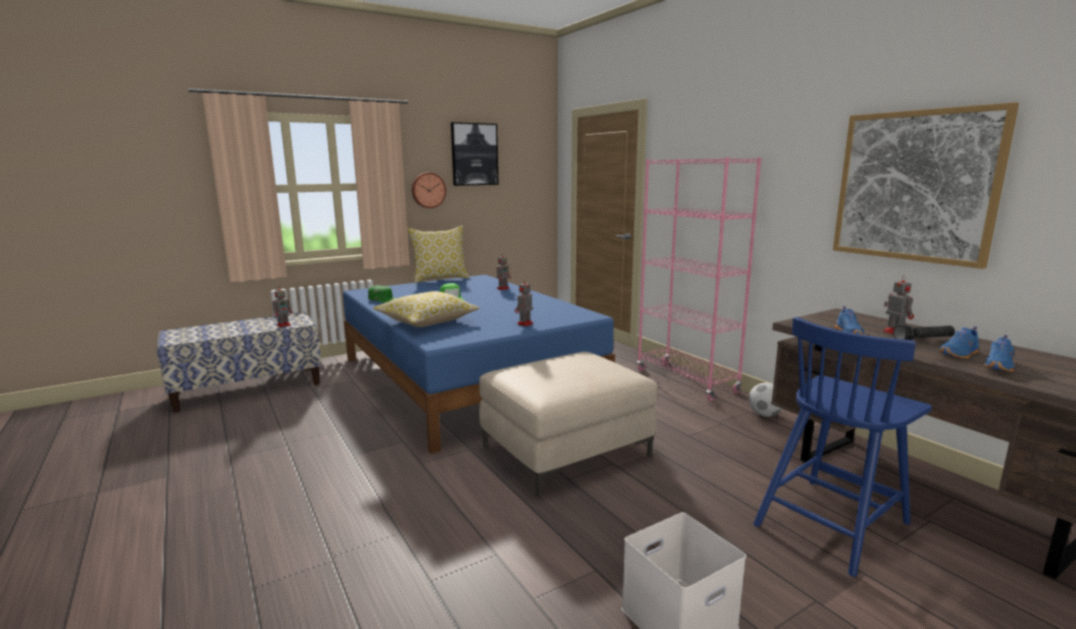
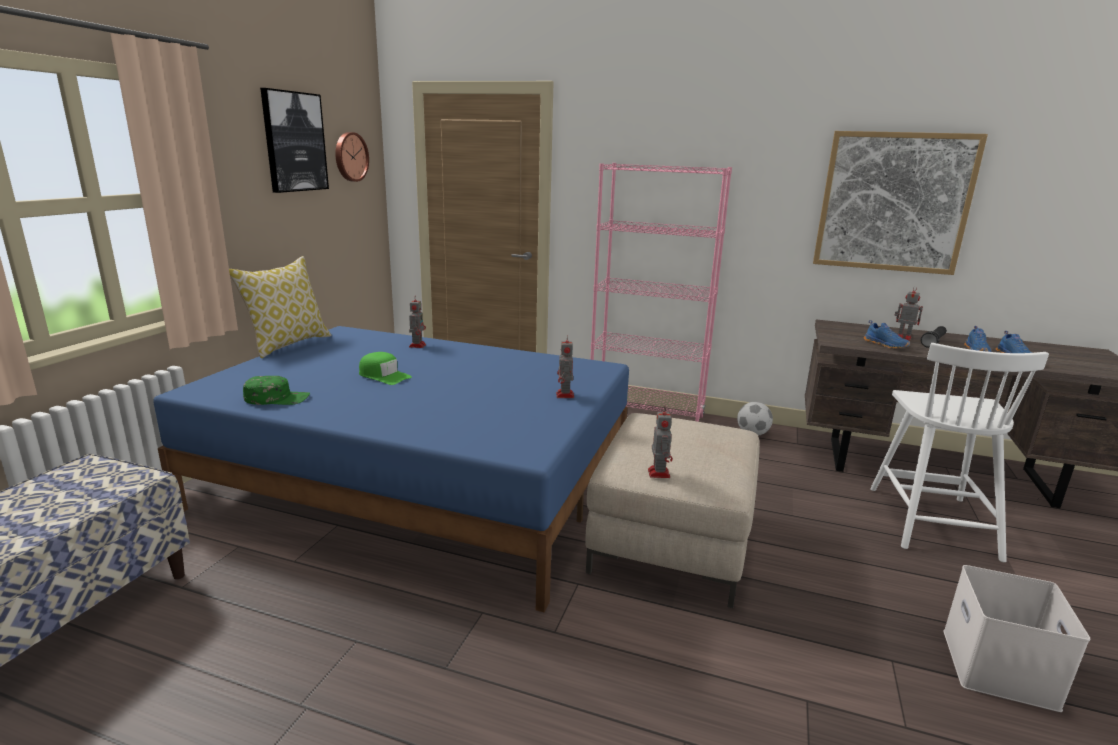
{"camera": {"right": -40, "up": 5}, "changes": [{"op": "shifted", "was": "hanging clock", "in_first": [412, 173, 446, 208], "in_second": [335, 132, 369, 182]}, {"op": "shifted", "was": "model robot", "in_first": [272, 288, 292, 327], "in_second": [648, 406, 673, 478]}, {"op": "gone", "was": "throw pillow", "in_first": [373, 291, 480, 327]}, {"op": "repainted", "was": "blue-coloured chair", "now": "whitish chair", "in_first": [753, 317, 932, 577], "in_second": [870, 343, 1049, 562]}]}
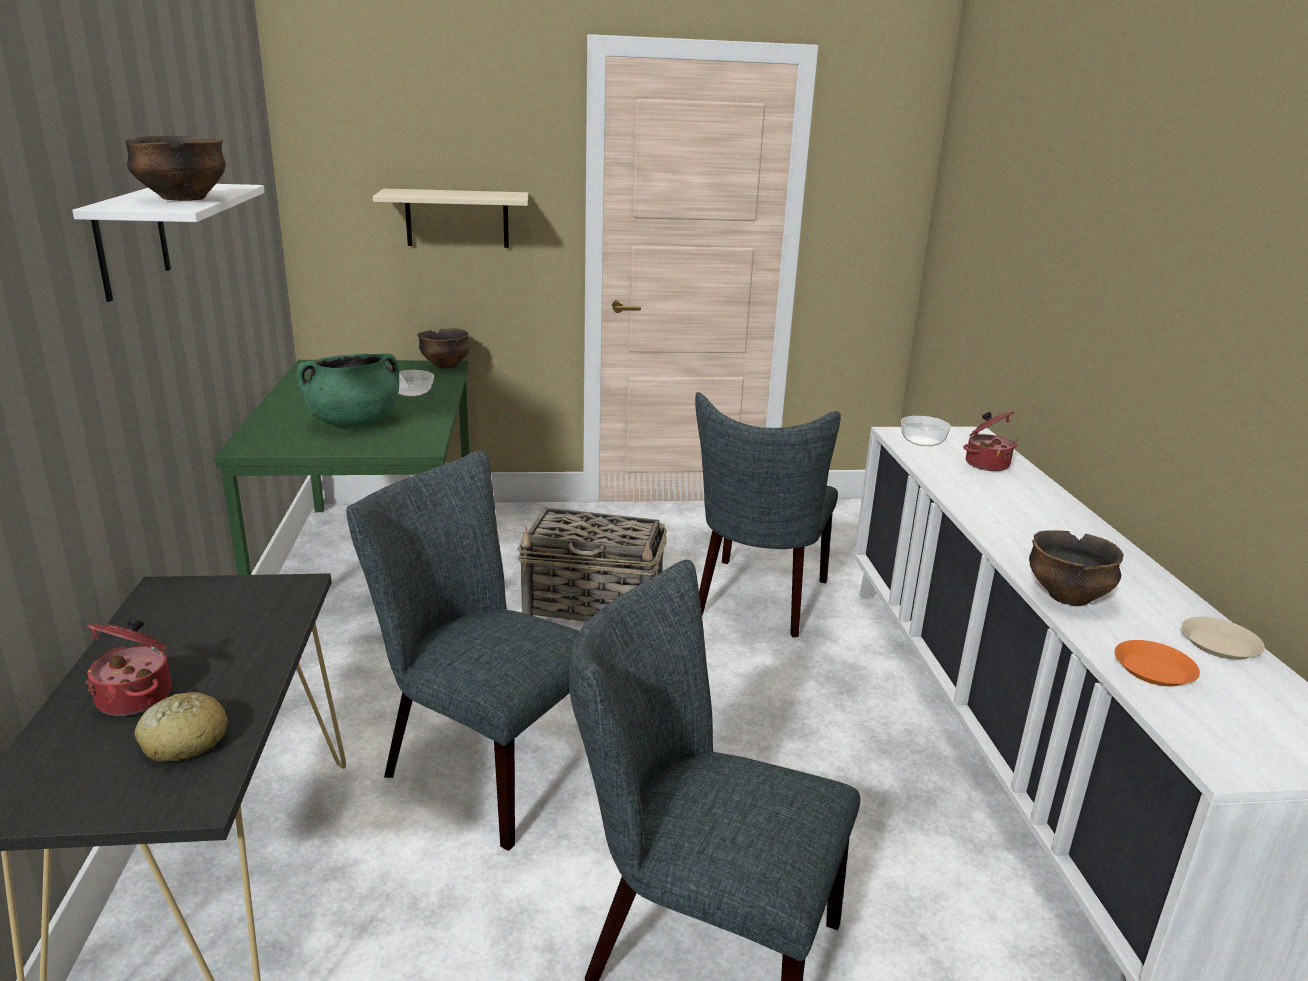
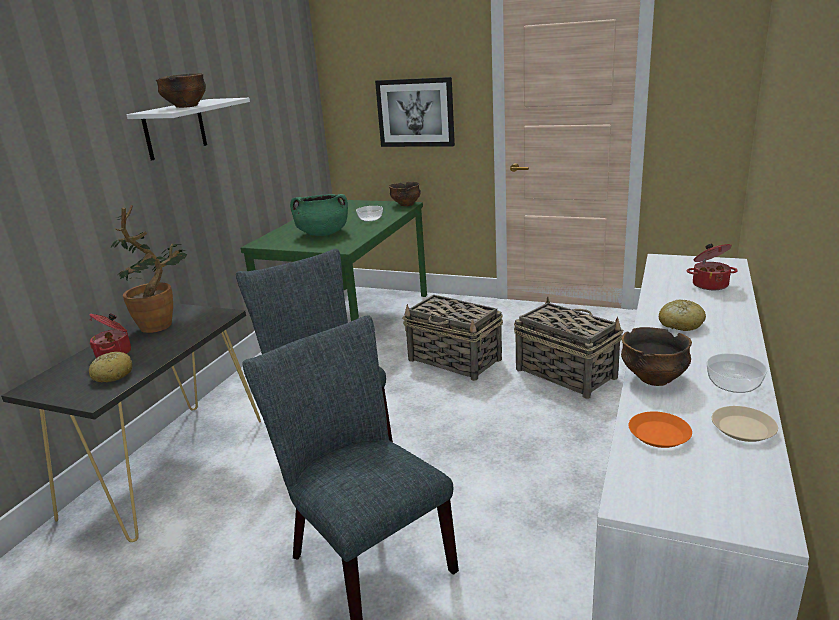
{"camera": {"right": 30, "up": 0}, "changes": [{"op": "swapped", "was": "sand-coloured shelf", "now": "wall art", "in_first": [373, 189, 528, 248], "in_second": [375, 77, 455, 147]}, {"op": "swapped", "was": "grey chair", "now": "storage basket", "in_first": [695, 392, 841, 637], "in_second": [514, 296, 623, 399]}, {"op": "shifted", "was": "serving bowl", "in_first": [901, 416, 951, 446], "in_second": [707, 353, 767, 393]}, {"op": "new", "now": "plant in a pot", "in_second": [110, 205, 187, 333]}, {"op": "new", "now": "bakery bread", "in_second": [659, 300, 706, 331]}]}
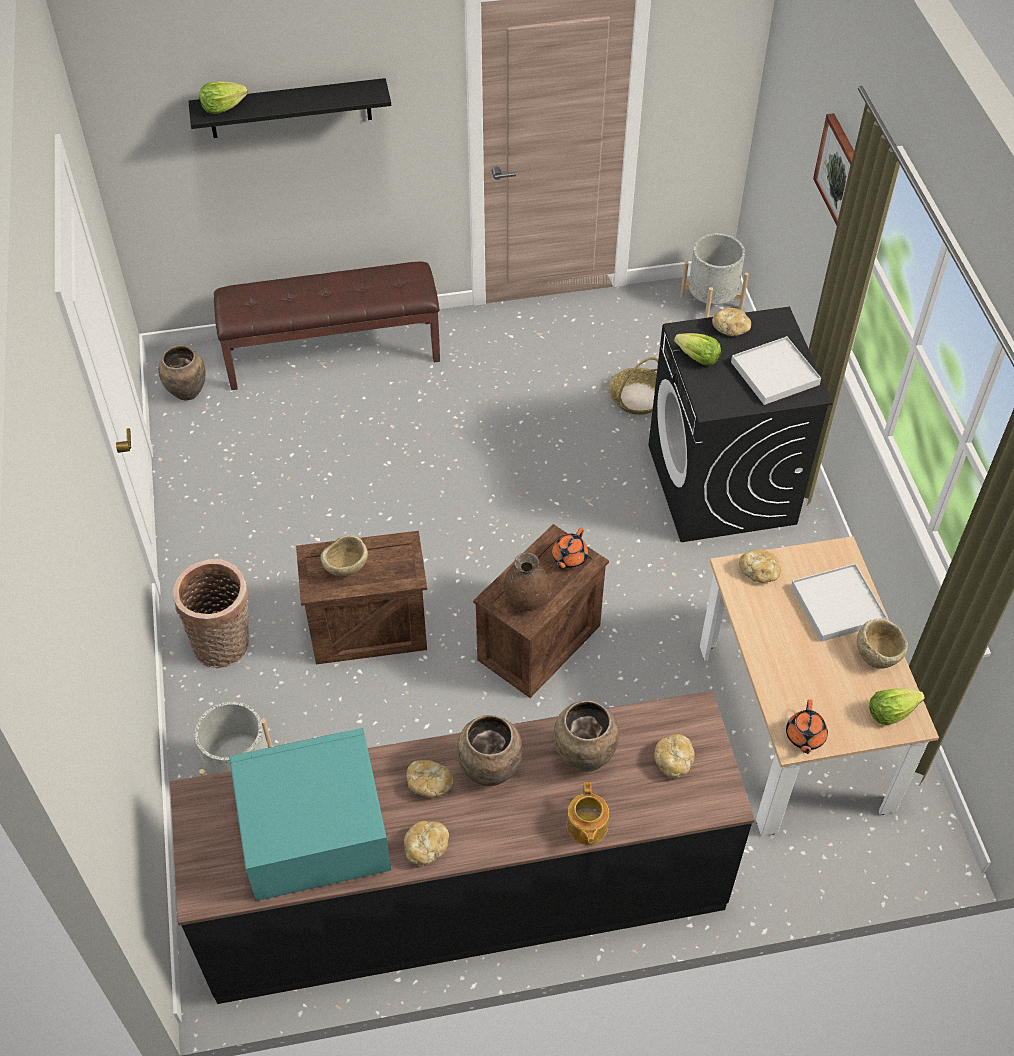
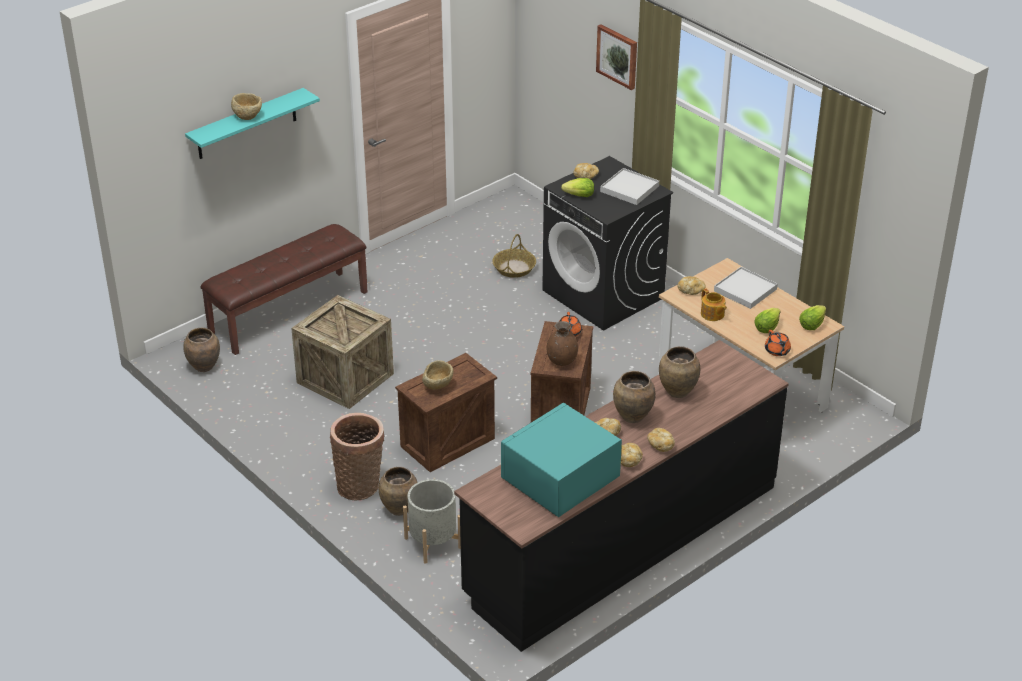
{"camera": {"right": -30, "up": -15}, "changes": [{"op": "repainted", "was": "black-coloured shelf", "now": "turquoise-coloured shelf", "in_first": [188, 78, 391, 138], "in_second": [185, 88, 320, 159]}, {"op": "shifted", "was": "head of lettuce", "in_first": [199, 81, 248, 114], "in_second": [755, 308, 780, 333]}, {"op": "gone", "was": "grey flower pot", "in_first": [680, 233, 749, 318]}, {"op": "shifted", "was": "sand-coloured serving bowl", "in_first": [857, 619, 908, 669], "in_second": [231, 93, 262, 120]}, {"op": "shifted", "was": "bakery bread", "in_first": [654, 734, 695, 778], "in_second": [647, 428, 675, 452]}, {"op": "shifted", "was": "tea pot", "in_first": [567, 782, 609, 845], "in_second": [701, 288, 727, 321]}, {"op": "new", "now": "crate", "in_second": [291, 295, 394, 409]}, {"op": "new", "now": "brown-coloured flower vase", "in_second": [379, 467, 418, 516]}]}
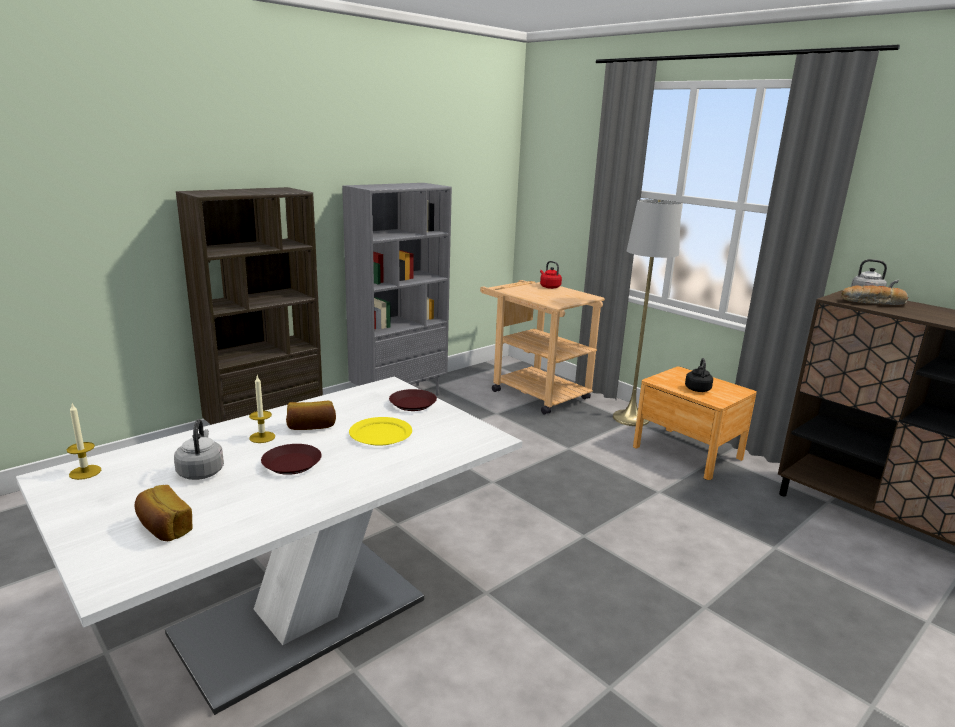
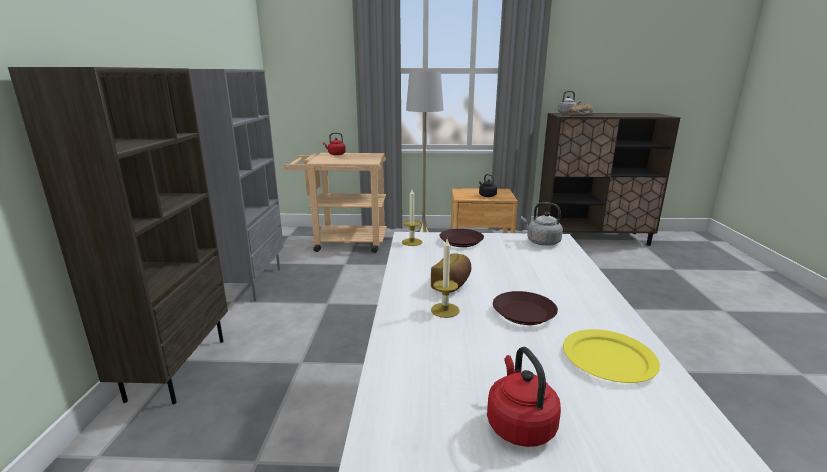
{"camera": {"right": -45, "up": 0}, "changes": [{"op": "shifted", "was": "wax light", "in_first": [67, 404, 101, 480], "in_second": [402, 190, 422, 246]}, {"op": "shifted", "was": "yellow-coloured plate", "in_first": [349, 417, 412, 446], "in_second": [563, 329, 660, 383]}, {"op": "shifted", "was": "grey water kettle", "in_first": [174, 419, 224, 480], "in_second": [521, 202, 563, 246]}, {"op": "gone", "was": "bakery bread", "in_first": [135, 485, 193, 541]}, {"op": "new", "now": "red-coloured water kettle", "in_second": [487, 347, 561, 447]}]}
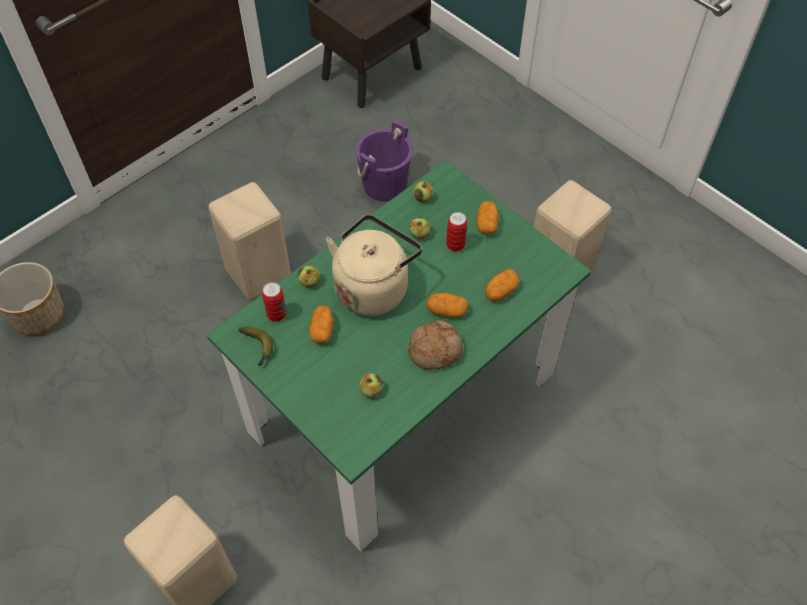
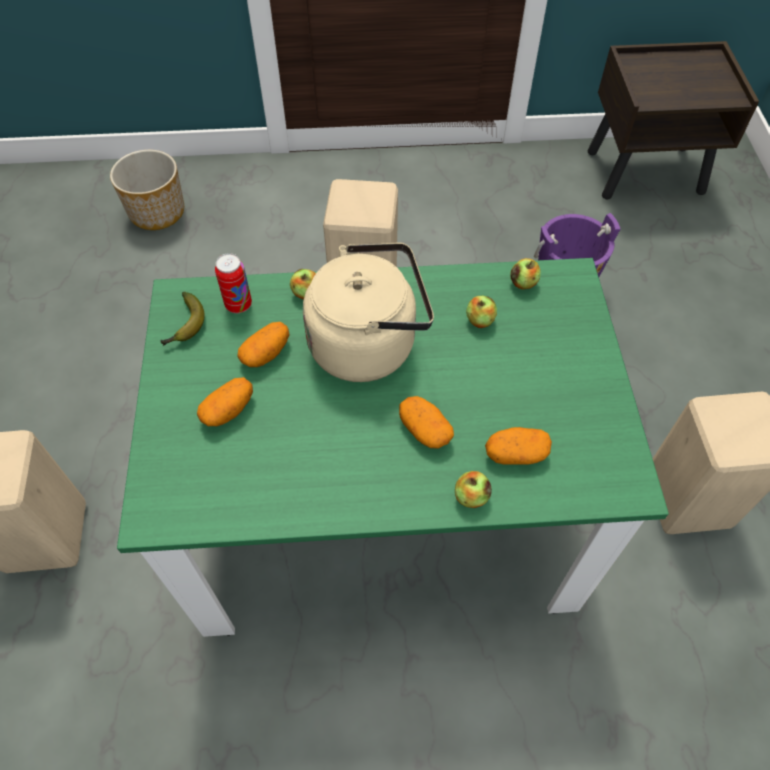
{"camera": {"right": 40, "up": 0}, "changes": [{"op": "shifted", "was": "whole potato", "in_first": [476, 201, 499, 234], "in_second": [197, 377, 253, 426]}, {"op": "gone", "was": "sealed can", "in_first": [446, 212, 467, 251]}, {"op": "gone", "was": "bakery bread", "in_first": [408, 320, 463, 370]}, {"op": "shifted", "was": "whole apple", "in_first": [360, 373, 383, 398], "in_second": [455, 471, 492, 508]}]}
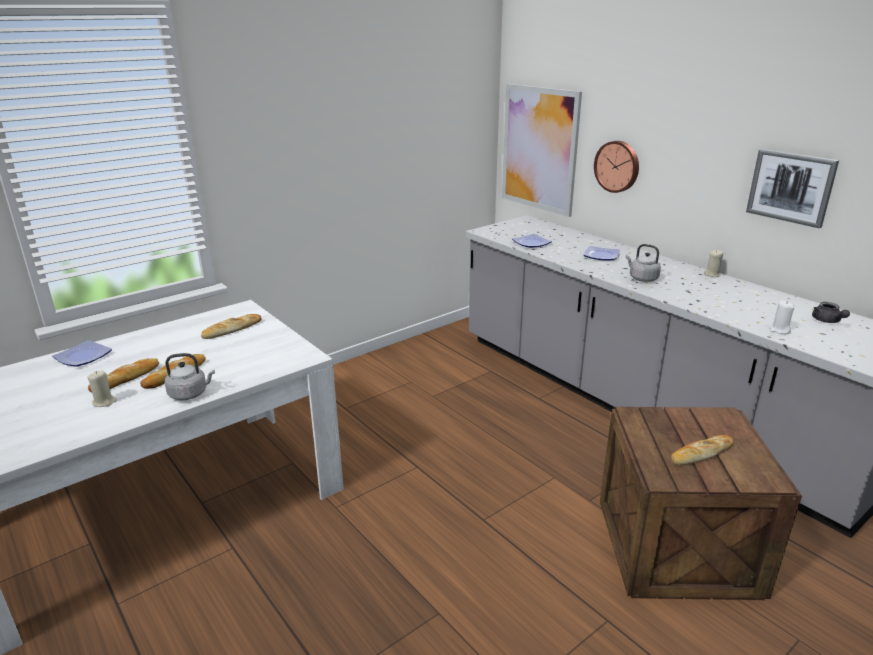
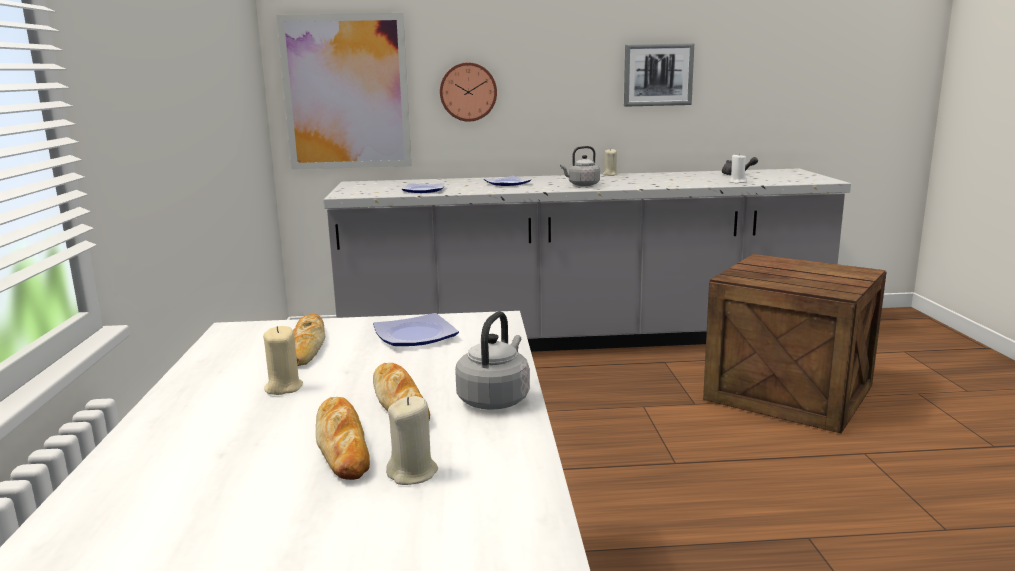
{"camera": {"right": -55, "up": -10}, "changes": [{"op": "shifted", "was": "plate", "in_first": [52, 340, 112, 367], "in_second": [373, 313, 459, 346]}, {"op": "gone", "was": "bakery bread", "in_first": [671, 435, 734, 465]}, {"op": "new", "now": "sand-coloured wax light", "in_second": [263, 326, 303, 395]}]}
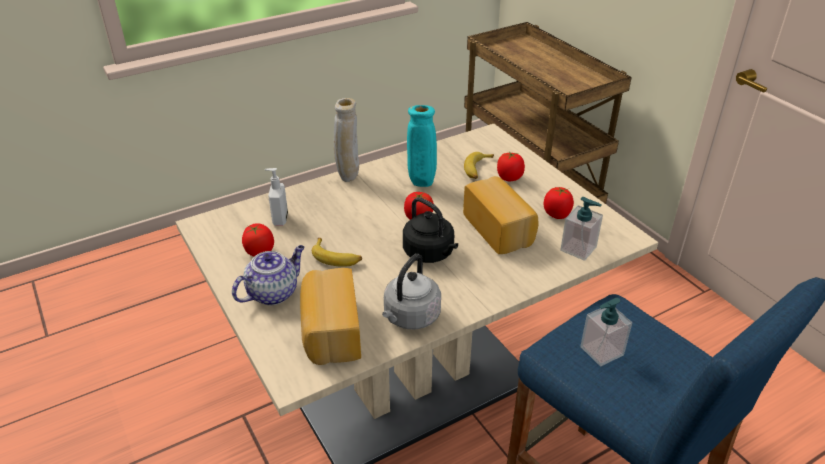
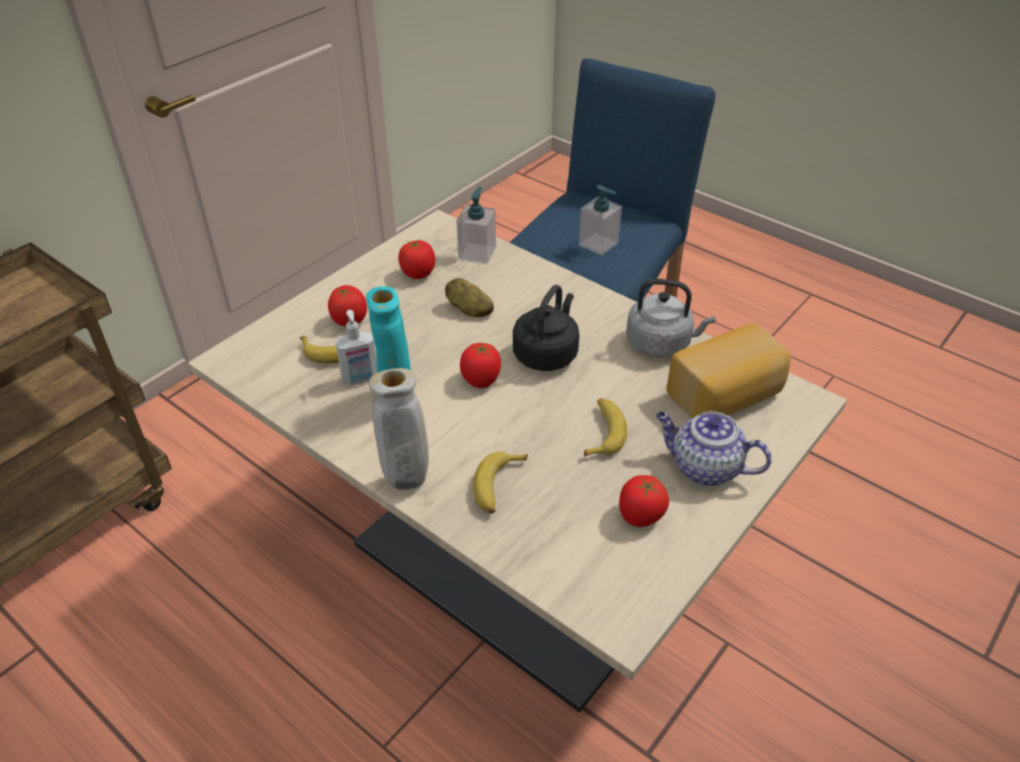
{"camera": {"right": -110, "up": 5}, "changes": [{"op": "shifted", "was": "soap dispenser", "in_first": [265, 168, 288, 226], "in_second": [335, 310, 377, 385]}, {"op": "swapped", "was": "bakery bread", "now": "whole potato", "in_first": [463, 176, 538, 254], "in_second": [445, 278, 494, 317]}, {"op": "new", "now": "banana fruit", "in_second": [473, 451, 528, 514]}]}
